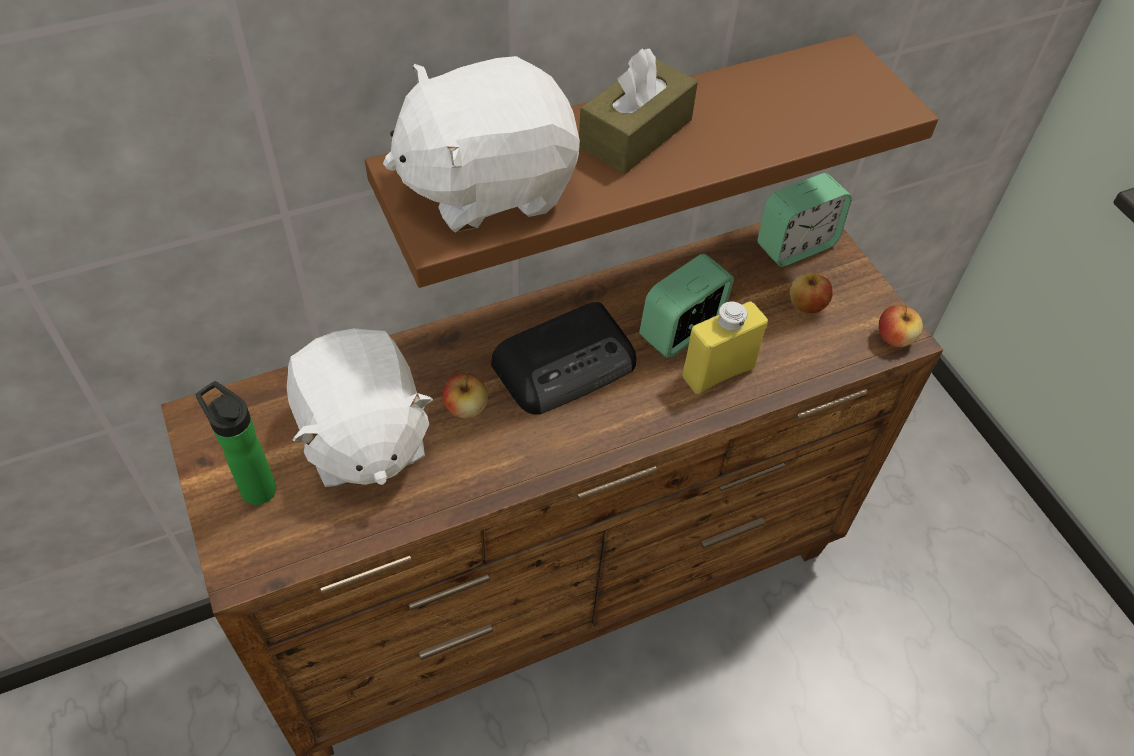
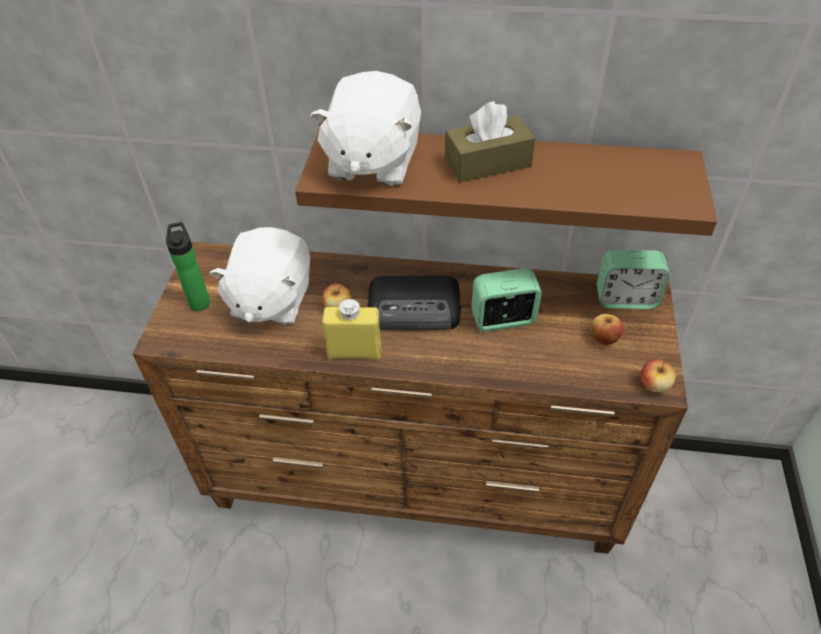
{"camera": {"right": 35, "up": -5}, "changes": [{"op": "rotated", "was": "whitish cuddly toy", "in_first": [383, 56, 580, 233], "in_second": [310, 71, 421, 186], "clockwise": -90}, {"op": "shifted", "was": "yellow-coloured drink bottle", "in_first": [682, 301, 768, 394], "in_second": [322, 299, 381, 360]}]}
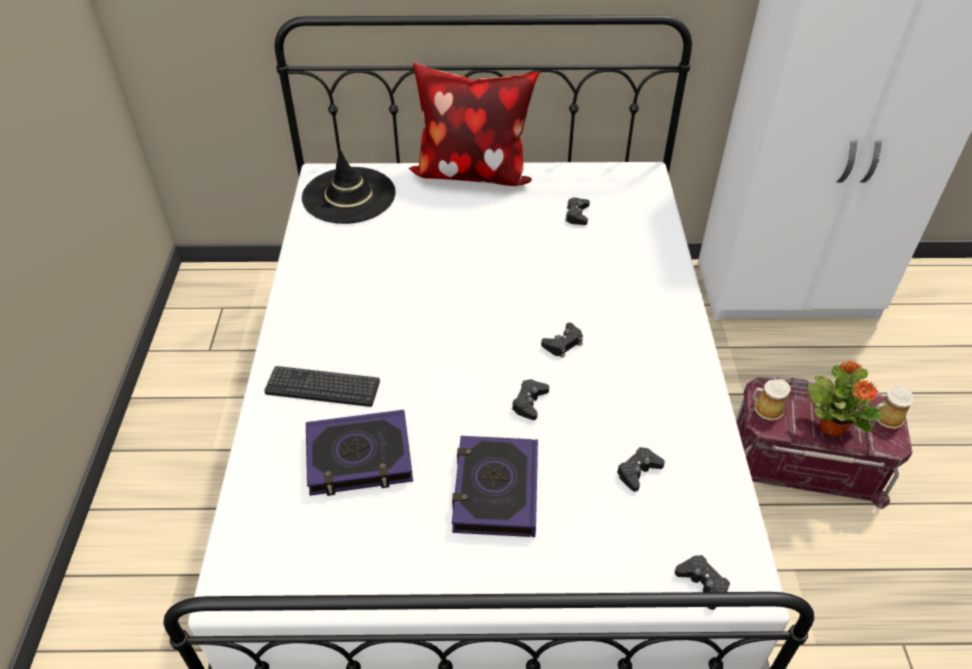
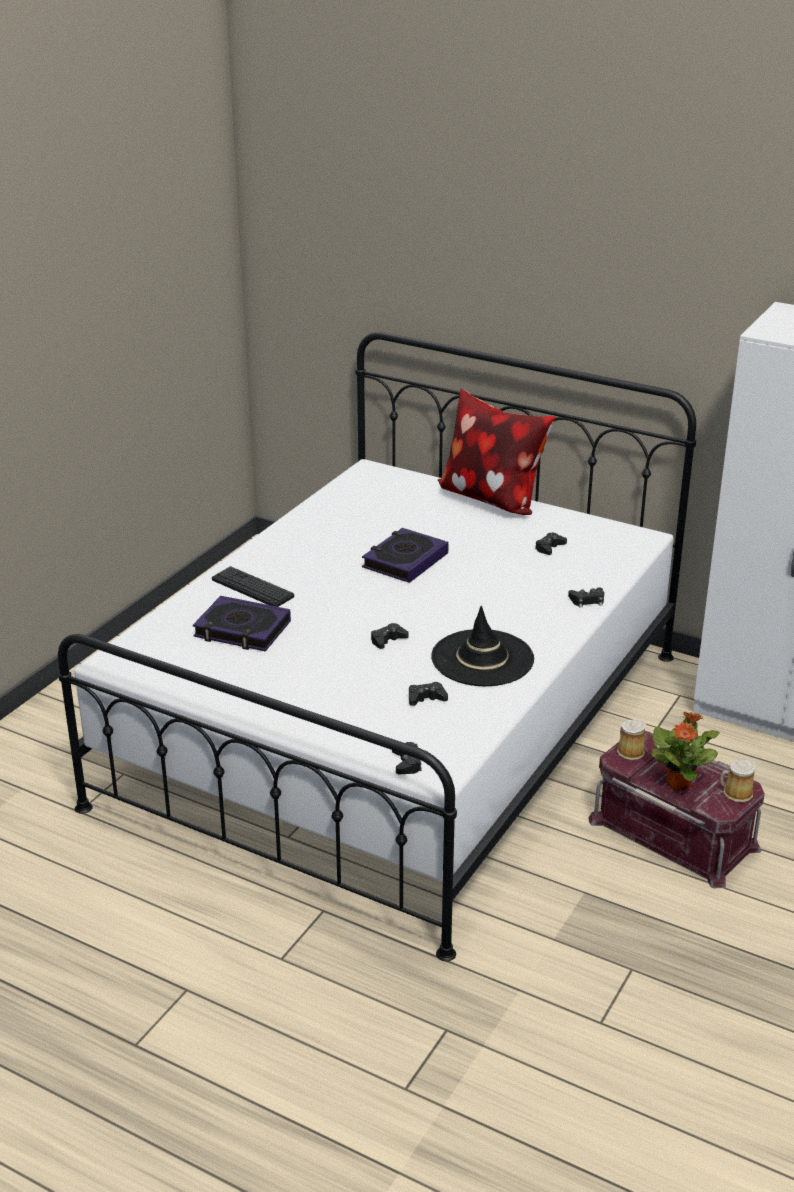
{"camera": {"right": 30, "up": -15}, "changes": [{"op": "shifted", "was": "black-coloured clothing hat", "in_first": [302, 149, 395, 224], "in_second": [431, 606, 534, 686]}, {"op": "shifted", "was": "black-coloured gamepad", "in_first": [541, 323, 583, 358], "in_second": [568, 587, 604, 608]}, {"op": "shifted", "was": "volume", "in_first": [452, 436, 538, 537], "in_second": [362, 528, 449, 583]}]}
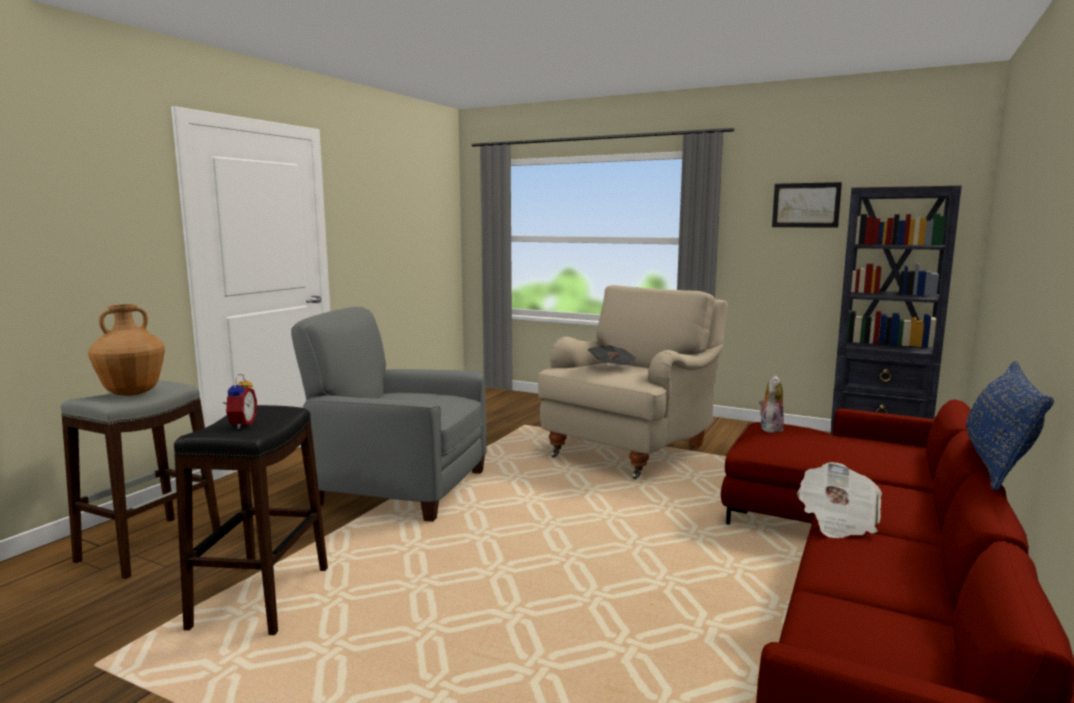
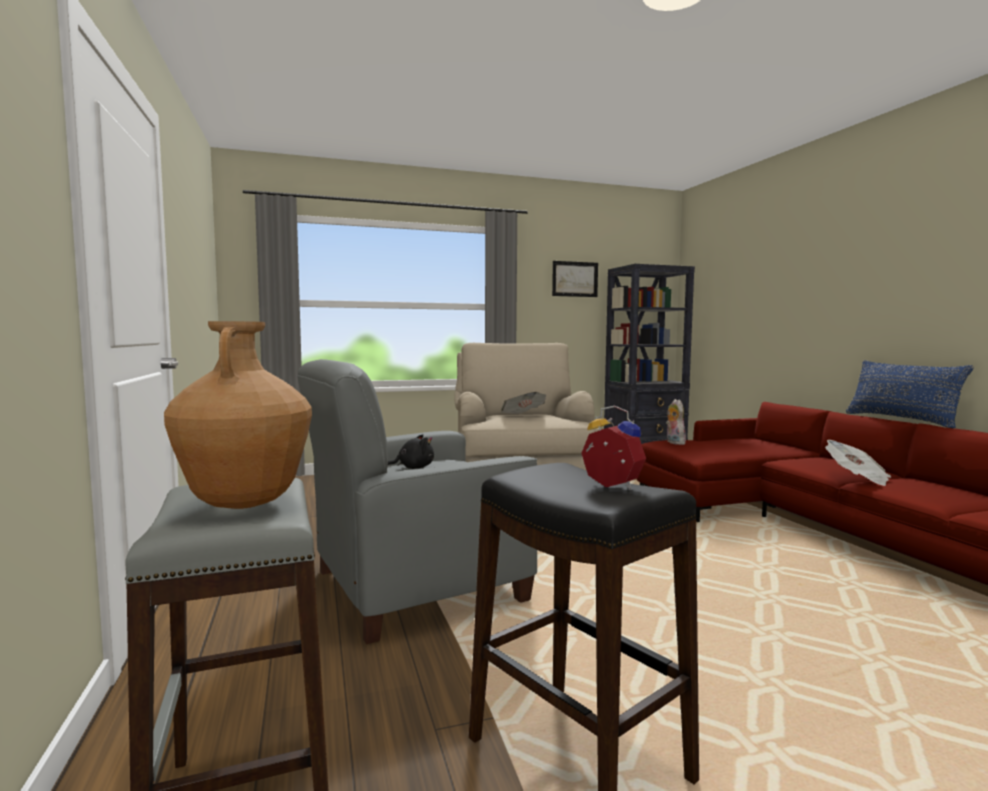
{"camera": {"right": -45, "up": -5}, "changes": [{"op": "new", "now": "black-coloured cuddly toy", "in_second": [388, 434, 434, 469]}]}
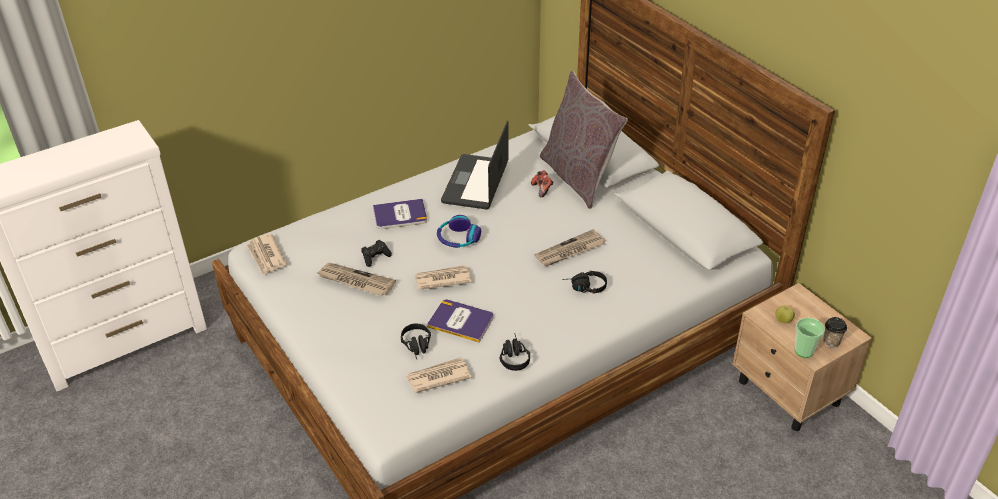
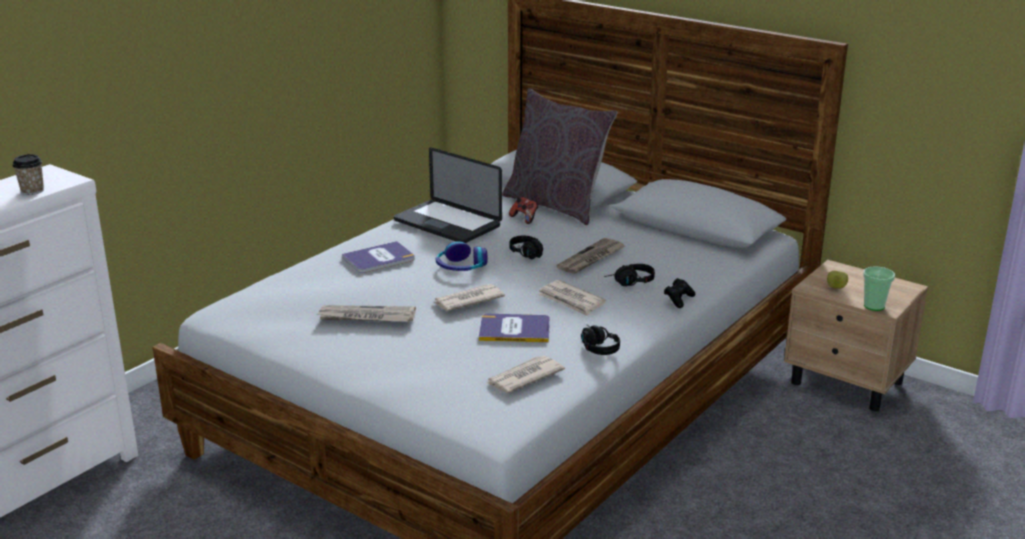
{"camera": {"right": -20, "up": -15}, "changes": [{"op": "rotated", "was": "portable computer", "in_first": [441, 120, 509, 210], "in_second": [394, 147, 502, 243], "clockwise": -45}, {"op": "shifted", "was": "newspaper", "in_first": [246, 234, 287, 275], "in_second": [538, 280, 606, 316]}, {"op": "shifted", "was": "black-coloured gamepad", "in_first": [361, 240, 392, 267], "in_second": [664, 278, 695, 308]}, {"op": "shifted", "was": "small cup", "in_first": [823, 317, 847, 348], "in_second": [13, 154, 44, 195]}, {"op": "shifted", "was": "black-coloured headphones", "in_first": [401, 323, 431, 359], "in_second": [509, 236, 543, 259]}]}
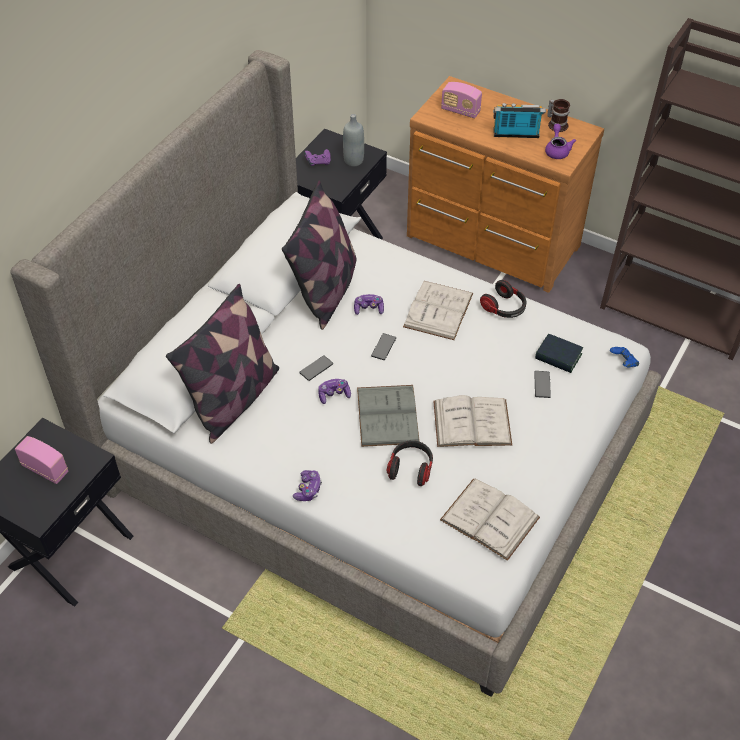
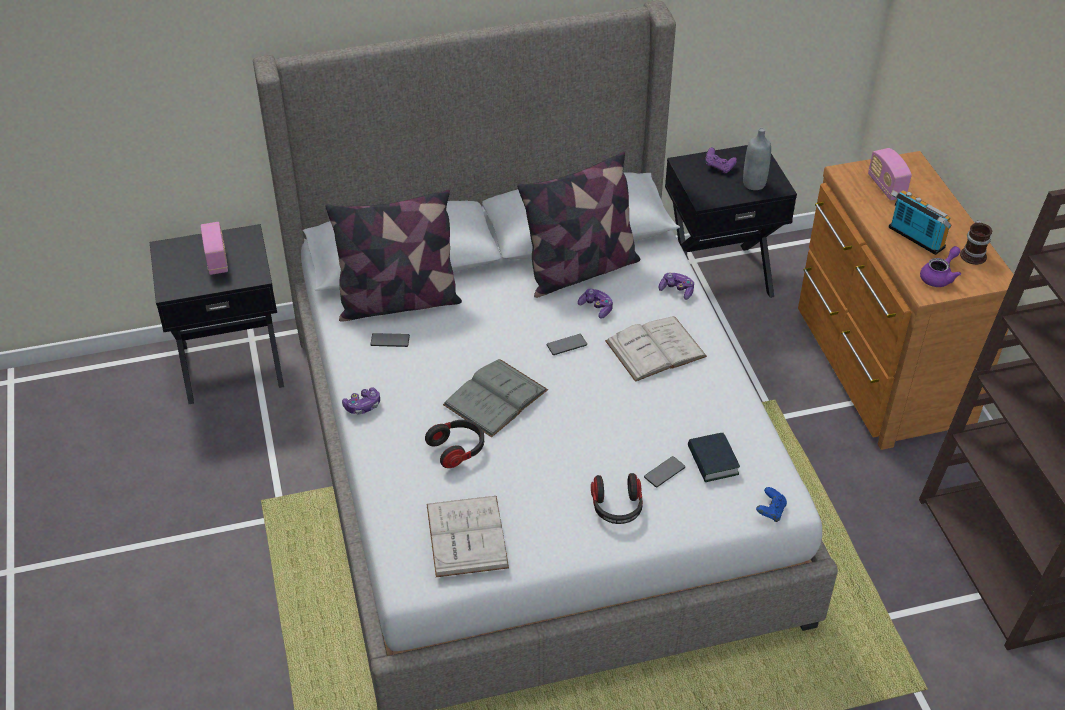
{"camera": {"right": 45, "up": -5}, "changes": [{"op": "shifted", "was": "headphones", "in_first": [480, 280, 526, 318], "in_second": [591, 473, 643, 524]}, {"op": "shifted", "was": "telephone", "in_first": [299, 355, 333, 381], "in_second": [370, 333, 410, 347]}, {"op": "shifted", "was": "gamepad", "in_first": [318, 379, 351, 404], "in_second": [659, 273, 694, 300]}, {"op": "gone", "was": "whitish volume", "in_first": [433, 395, 512, 447]}]}
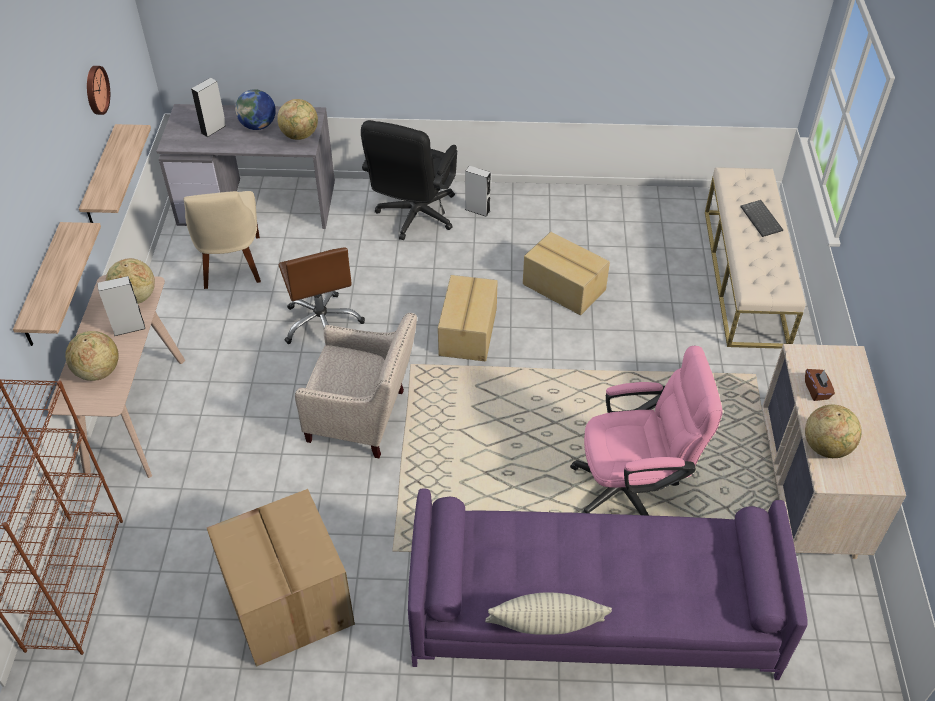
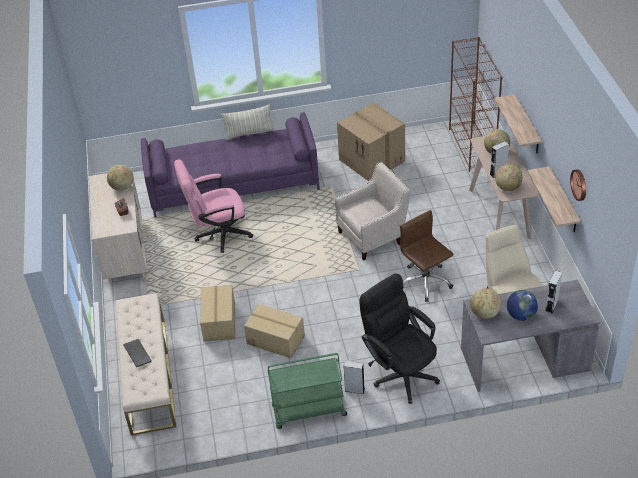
{"camera": {"right": 170, "up": -5}, "changes": [{"op": "rotated", "was": "black-coloured computer chair", "in_first": [361, 120, 457, 240], "in_second": [360, 273, 440, 404], "clockwise": -45}, {"op": "shifted", "was": "cardboard box", "in_first": [438, 275, 498, 361], "in_second": [200, 285, 235, 342]}, {"op": "rotated", "was": "sand-coloured easy chair", "in_first": [295, 313, 417, 458], "in_second": [335, 162, 411, 260], "clockwise": 150}, {"op": "new", "now": "green cart", "in_second": [268, 353, 347, 429]}]}
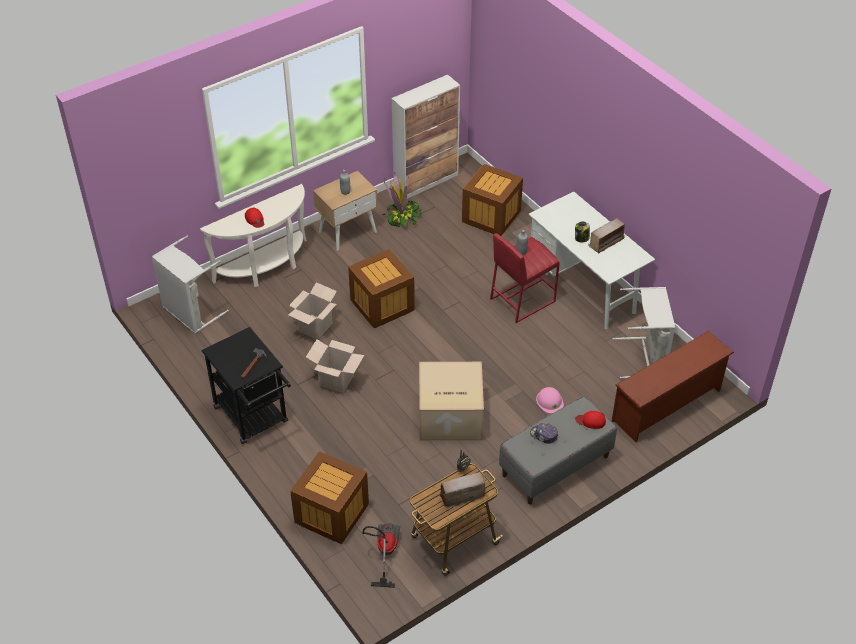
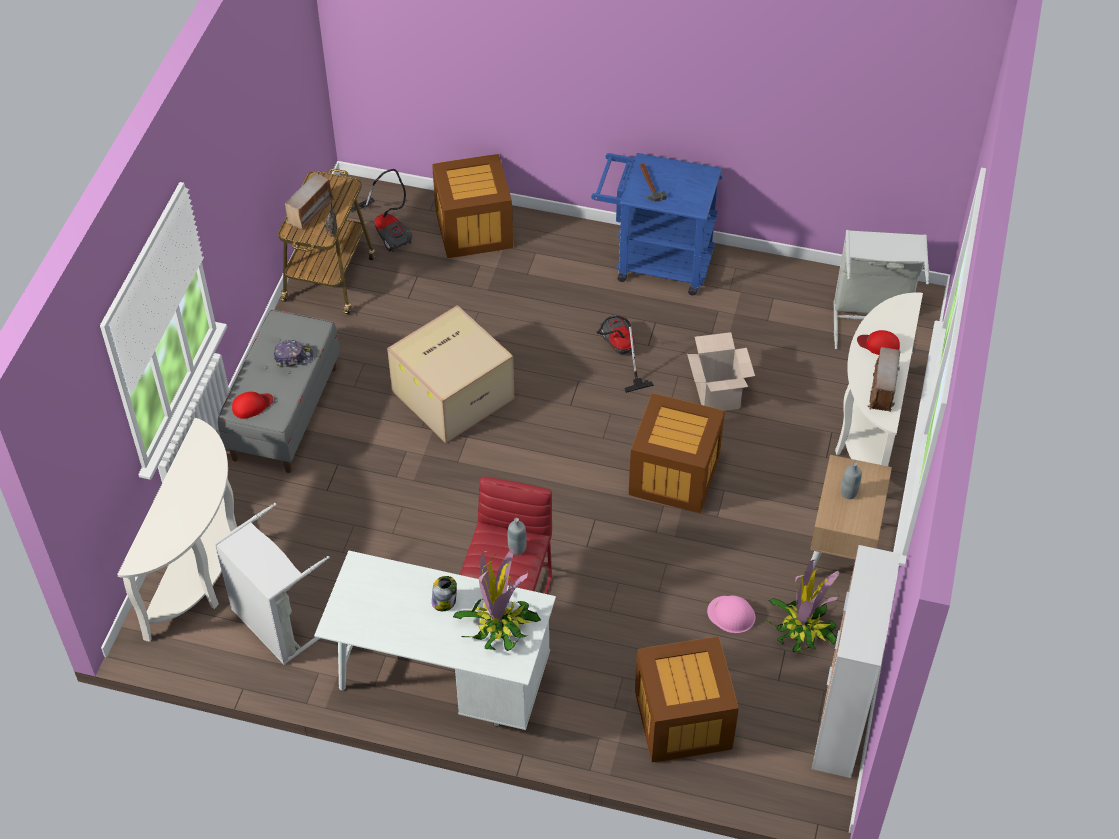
{"camera": {"right": 140, "up": 5}, "changes": [{"op": "shifted", "was": "radio", "in_first": [588, 218, 625, 254], "in_second": [868, 347, 900, 412]}, {"op": "repainted", "was": "black-coloured cart", "now": "blue-coloured cart", "in_first": [201, 327, 291, 444], "in_second": [591, 153, 722, 295]}, {"op": "swapped", "was": "brown-coloured shoe shelf", "now": "whitish narrow table", "in_first": [612, 331, 734, 442], "in_second": [117, 418, 237, 642]}, {"op": "swapped", "was": "cardboard box", "now": "hoover", "in_first": [306, 339, 364, 393], "in_second": [597, 315, 654, 393]}, {"op": "shifted", "was": "pink-coloured work helmet", "in_first": [536, 387, 564, 414], "in_second": [707, 596, 755, 633]}, {"op": "new", "now": "plant in a pot", "in_second": [453, 549, 541, 651]}]}
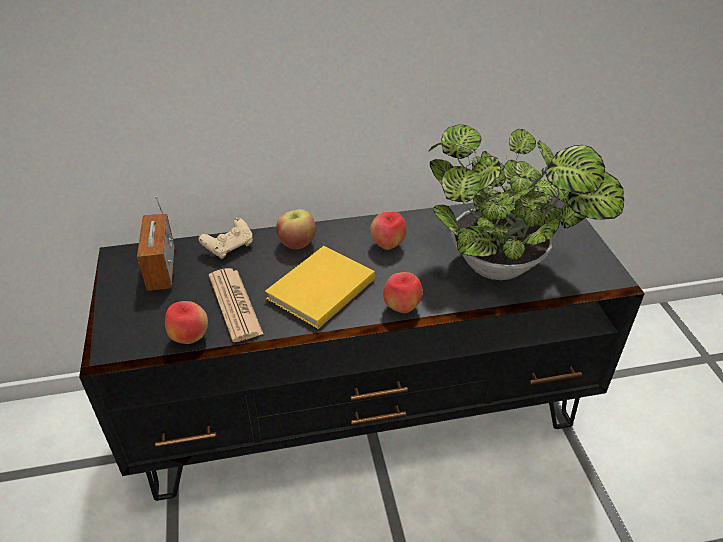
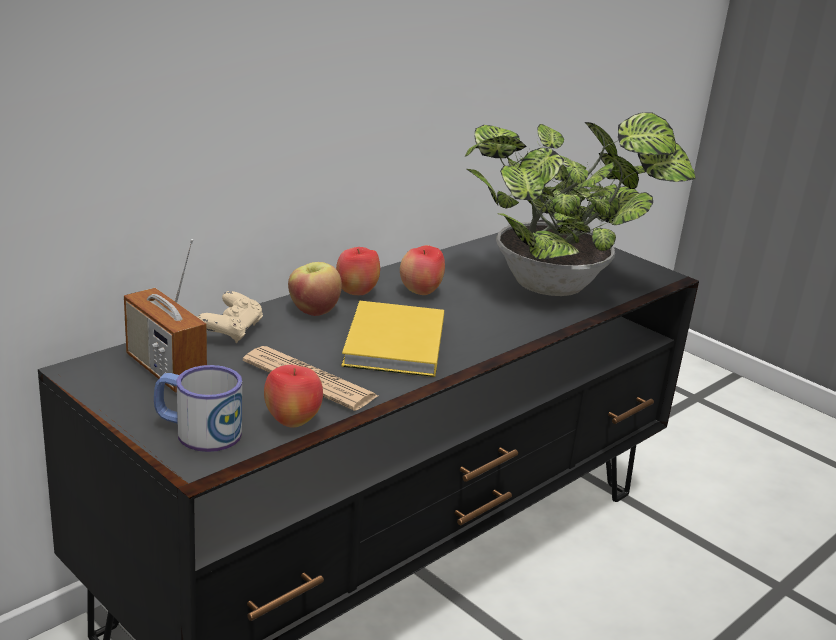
{"camera": {"right": -35, "up": -15}, "changes": [{"op": "shifted", "was": "whole apple", "in_first": [383, 272, 423, 313], "in_second": [336, 247, 380, 295]}, {"op": "new", "now": "coffee mug", "in_second": [154, 365, 242, 452]}]}
